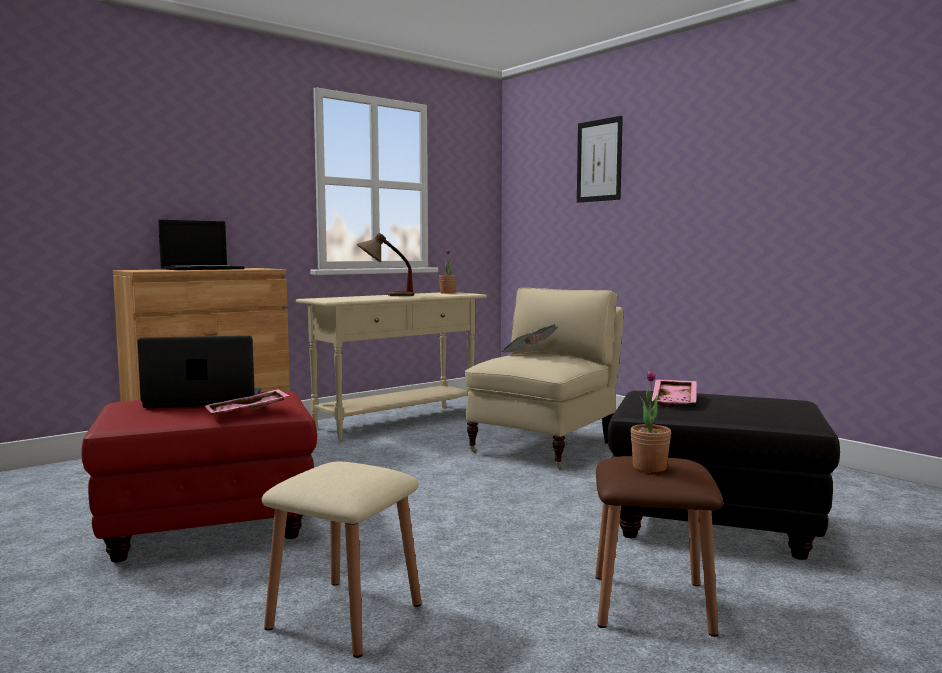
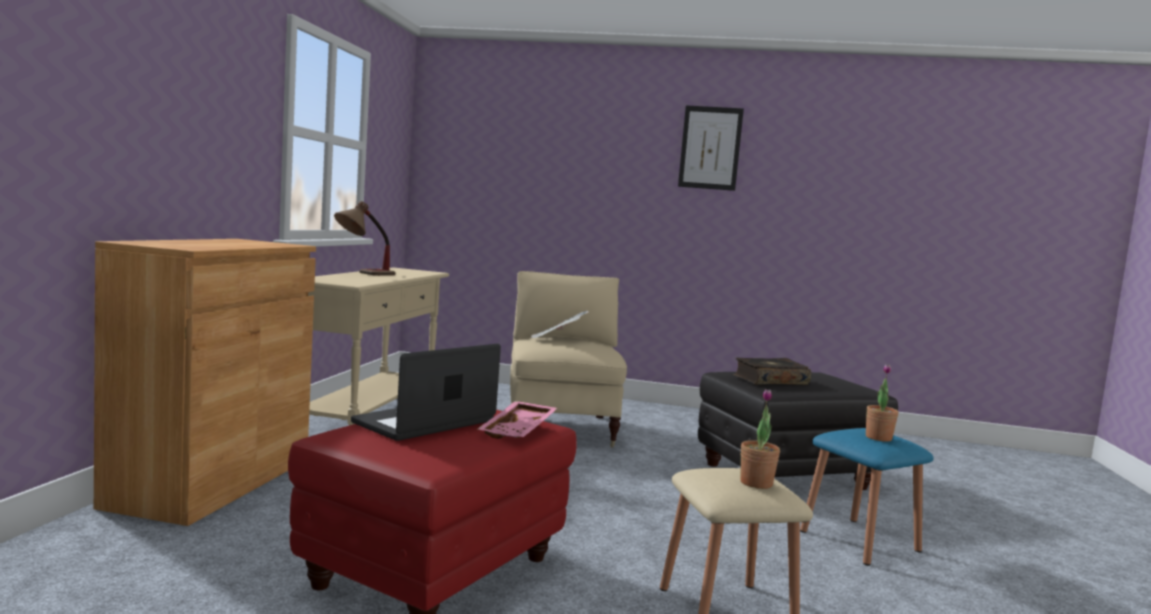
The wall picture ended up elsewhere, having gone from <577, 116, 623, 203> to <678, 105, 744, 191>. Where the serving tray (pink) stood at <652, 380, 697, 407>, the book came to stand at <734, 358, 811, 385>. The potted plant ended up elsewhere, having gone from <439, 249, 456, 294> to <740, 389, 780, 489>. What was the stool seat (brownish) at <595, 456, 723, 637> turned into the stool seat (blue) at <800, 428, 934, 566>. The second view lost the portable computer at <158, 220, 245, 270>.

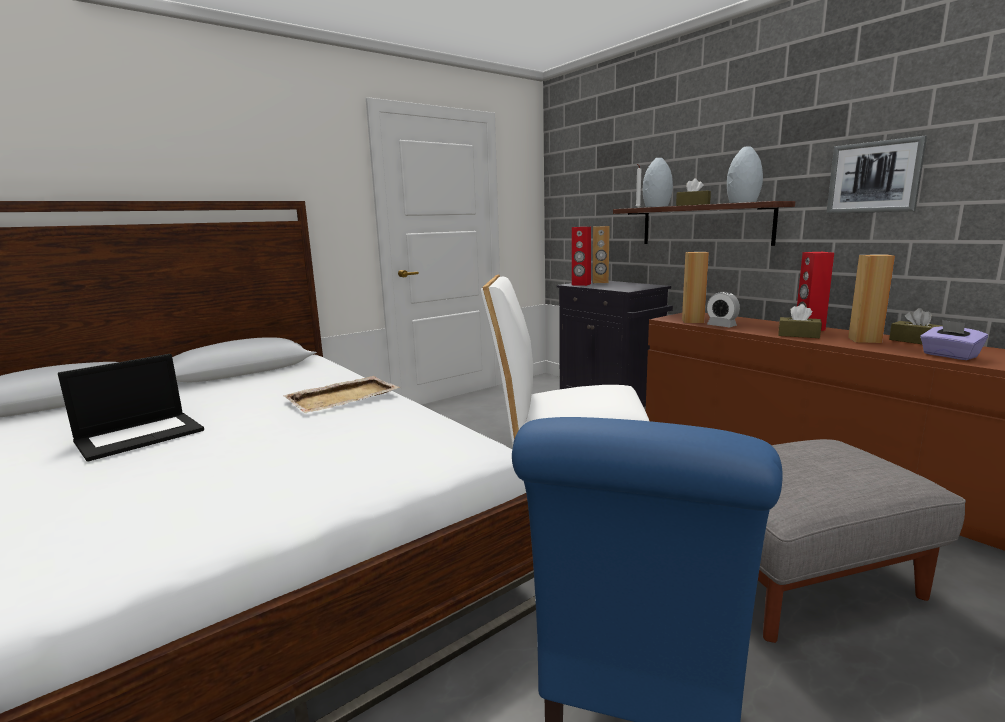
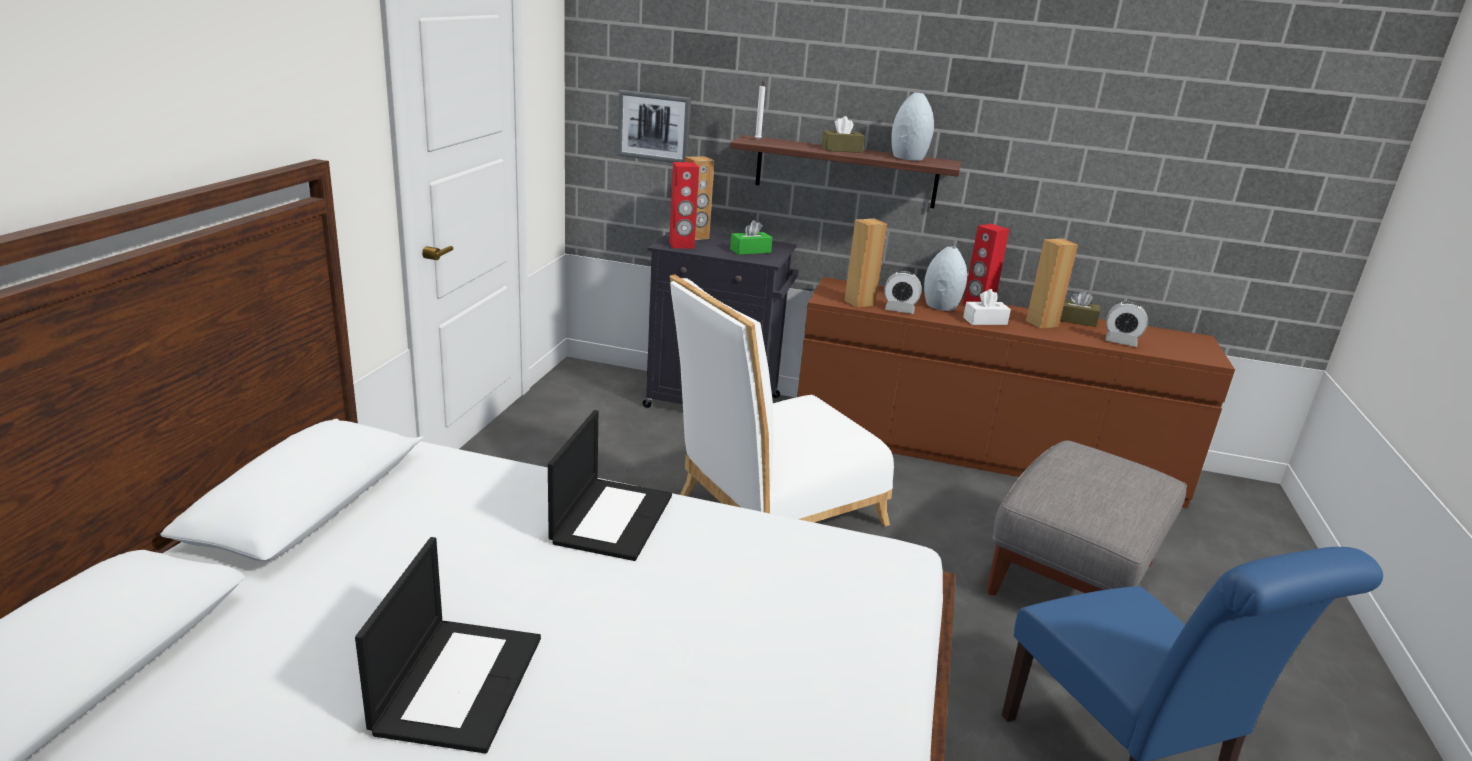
Where the serving tray (sand-coloured) stood at <283, 376, 400, 413>, the portable computer came to stand at <548, 410, 672, 561>. The wall picture ended up elsewhere, having gone from <826, 136, 927, 214> to <617, 90, 691, 163>. The second view gained the tissue box (green-coloured) at <730, 220, 772, 255>. The vase (grey) ended up elsewhere, having gone from <643, 158, 673, 207> to <924, 246, 967, 311>. What was the tissue box (brownish) at <778, 304, 822, 338> turned into the tissue box (whitish) at <963, 289, 1011, 325>. Where the tissue box (purple) stood at <920, 320, 988, 360>, the bedside clock came to stand at <1105, 302, 1148, 347>.

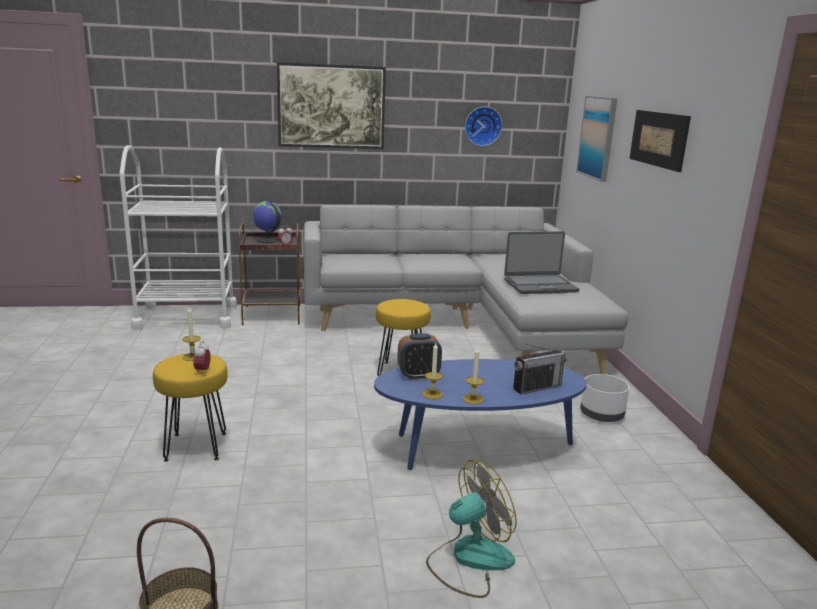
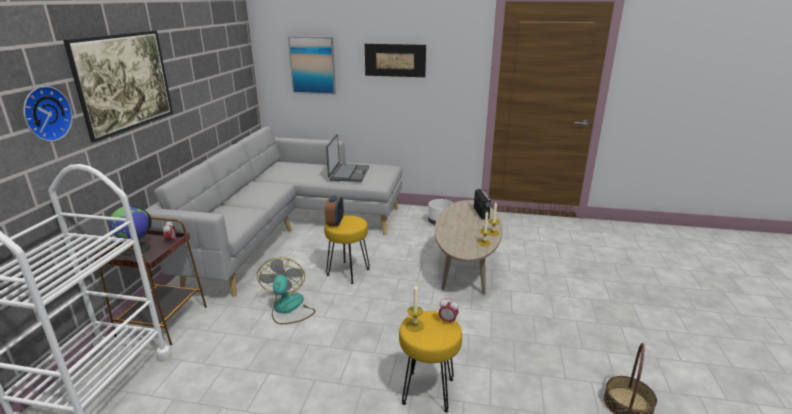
The clock on the wall ended up elsewhere, having gone from <465, 107, 502, 146> to <23, 86, 73, 142>. The fan ended up elsewhere, having gone from <426, 460, 517, 598> to <257, 257, 315, 324>. The bedside clock ended up elsewhere, having gone from <397, 333, 442, 379> to <325, 195, 344, 226>. What was the coffee table (blue) at <374, 359, 587, 470> turned into the coffee table (sand-coloured) at <435, 200, 503, 294>.

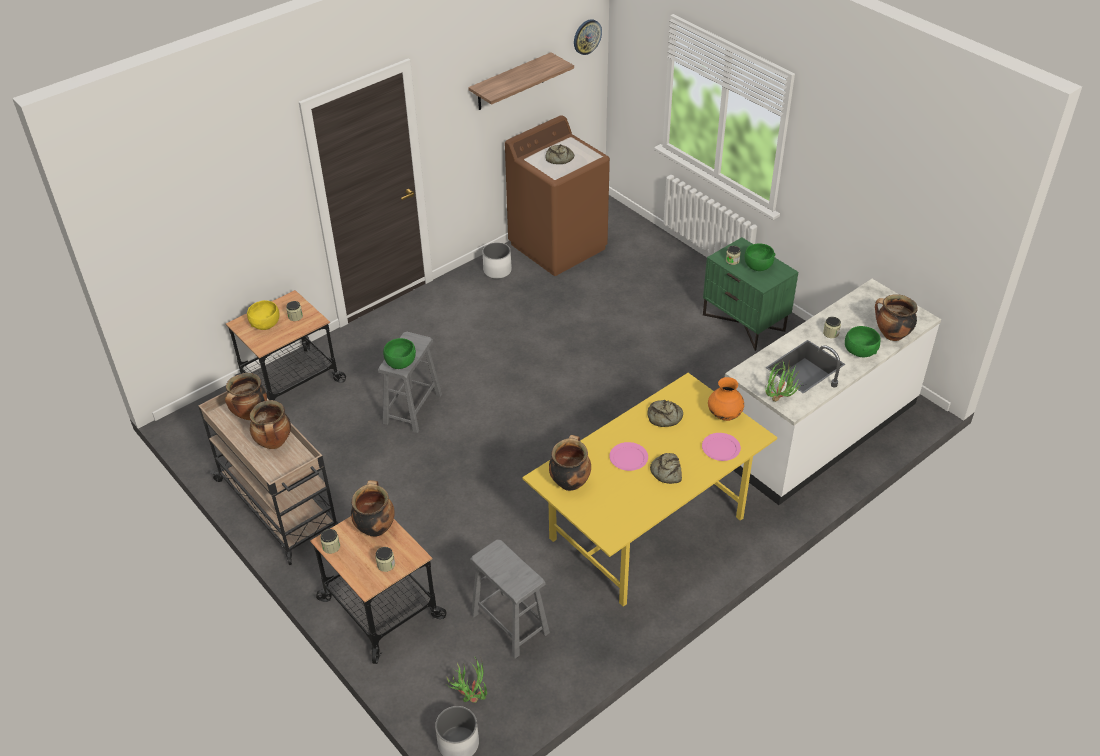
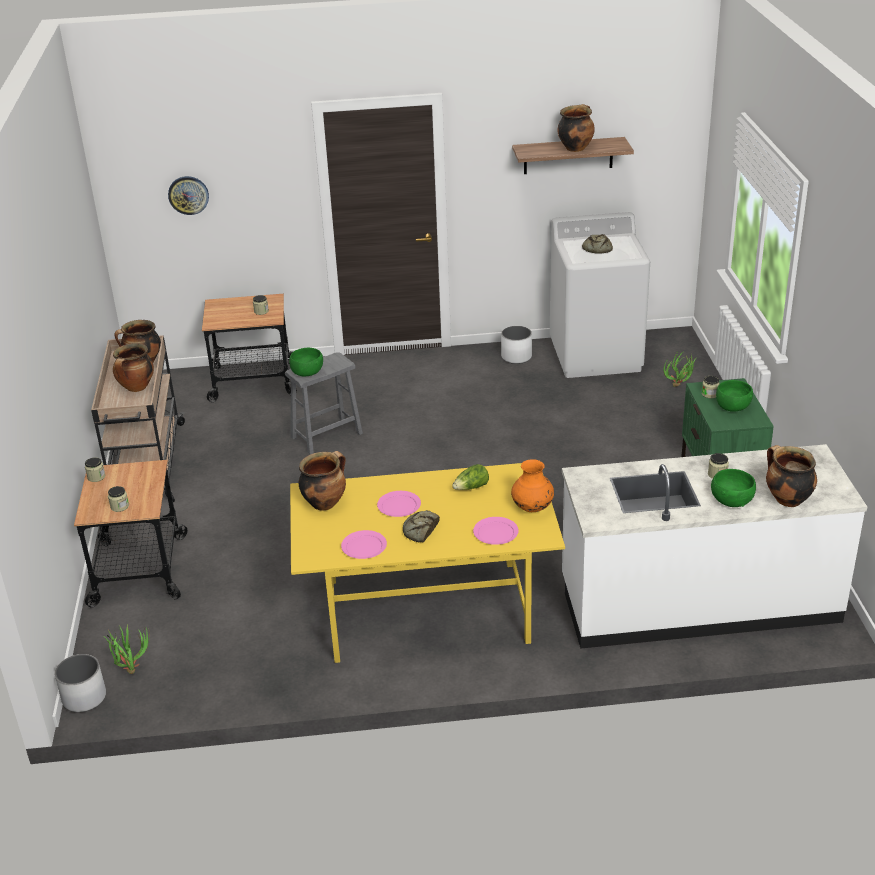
The clock on the wall ended up elsewhere, having gone from <574, 19, 602, 55> to <168, 176, 209, 215>. The second view gained the dinner plate (pink) at <341, 530, 387, 559>. Where the bread stood at <647, 400, 683, 427>, the lettuce came to stand at <452, 464, 489, 490>. What was the laundry appliance (brownish) at <505, 115, 610, 276> turned into the laundry appliance (whitish) at <550, 212, 650, 378>. The saucepot ended up elsewhere, having gone from <351, 480, 395, 537> to <558, 104, 595, 152>. The potted plant ended up elsewhere, having gone from <765, 362, 802, 402> to <664, 352, 698, 387>. The second view lost the deep dish (yellow) at <247, 300, 279, 330>. The second view lost the stool seat (grey) at <470, 540, 550, 659>.

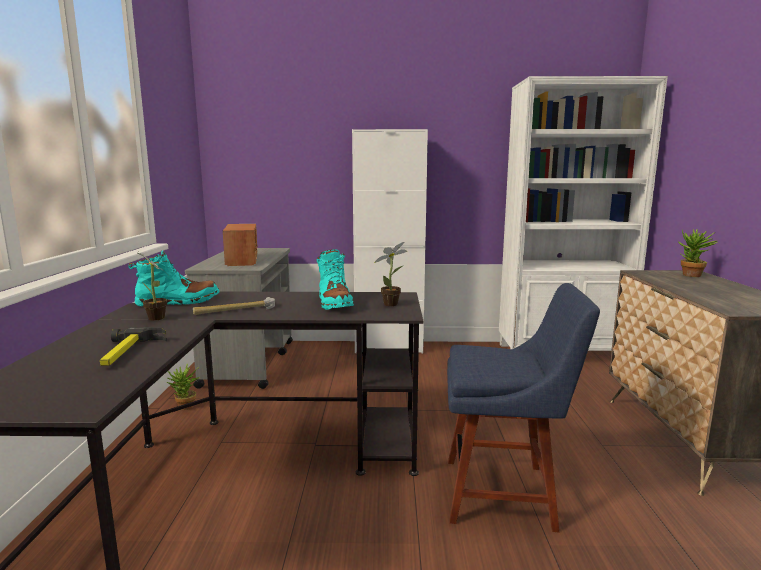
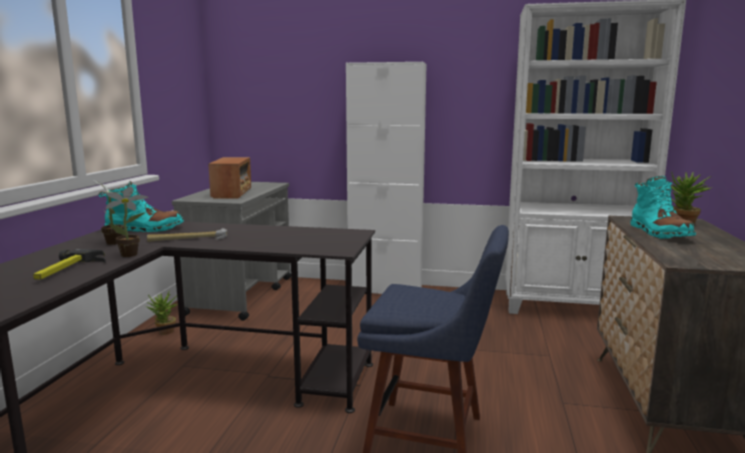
The potted plant ended up elsewhere, having gone from <374, 242, 407, 306> to <105, 187, 148, 257>. The tall boot (turquoise) ended up elsewhere, having gone from <317, 249, 354, 310> to <630, 176, 696, 239>.

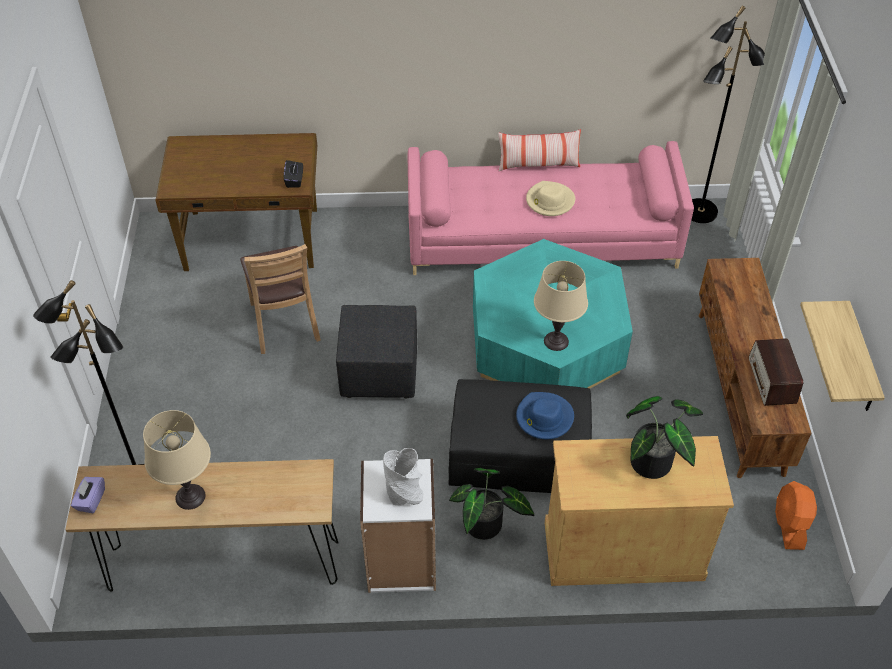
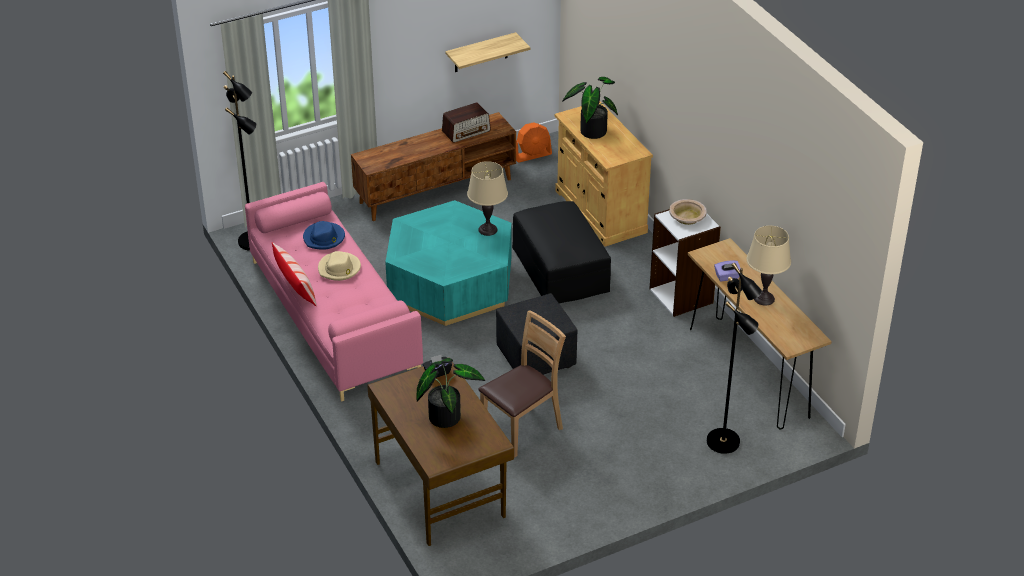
The clothing hat (blue) ended up elsewhere, having gone from <516, 392, 574, 439> to <303, 221, 345, 250>. The potted plant ended up elsewhere, having gone from <449, 468, 534, 540> to <417, 358, 485, 428>. Where the vase (grey) stood at <383, 448, 423, 506>, the deep dish (sand-coloured) came to stand at <669, 199, 707, 225>. The tissue box (purple) ended up elsewhere, having gone from <71, 477, 105, 513> to <714, 260, 740, 281>.

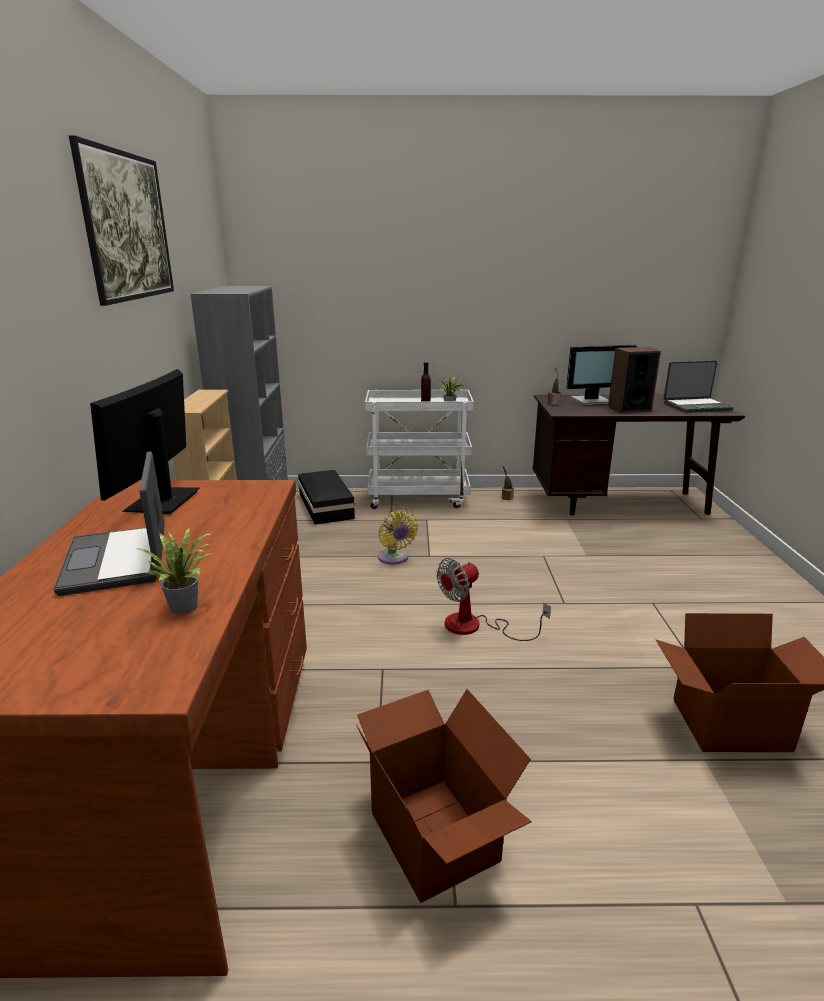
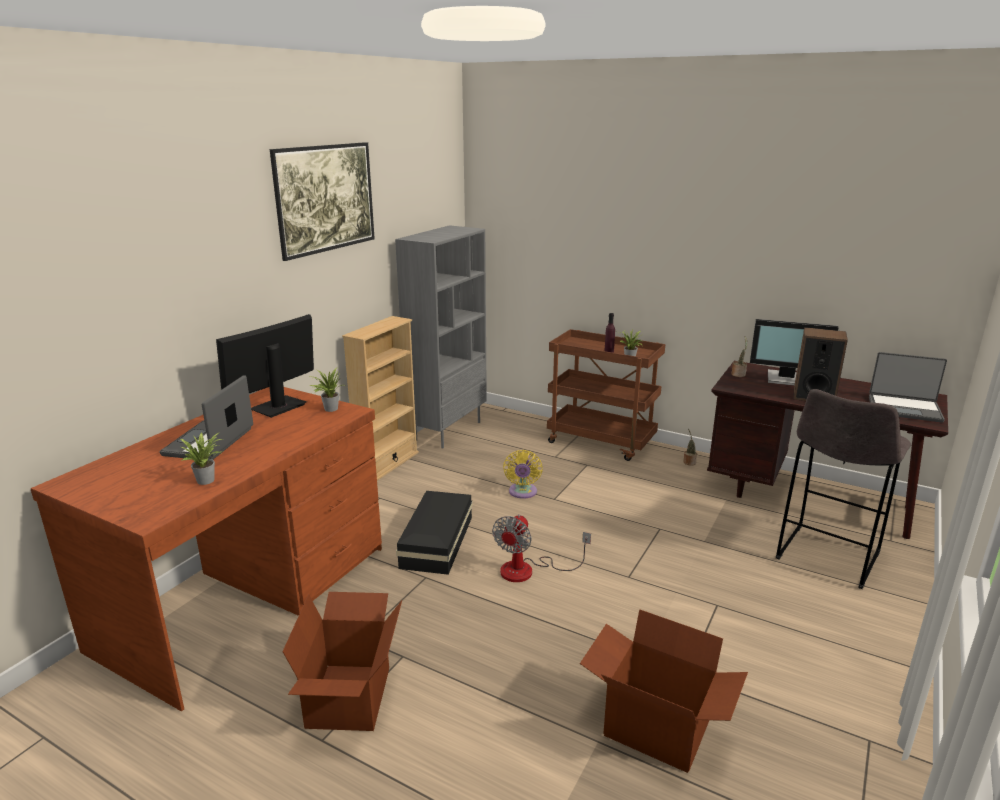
The second view gained the potted plant at <309, 368, 342, 412>. The storage bin (black-coloured) ended up elsewhere, having gone from <298, 470, 355, 524> to <396, 491, 473, 575>. The fan at <436, 558, 551, 641> ended up facing another way, 60 degrees counterclockwise from before. What was the wheeled cart (whitish) at <365, 390, 474, 509> turned into the wheeled cart (brownish) at <547, 329, 665, 461>. The second view gained the stool seat (grey) at <776, 389, 912, 589>.

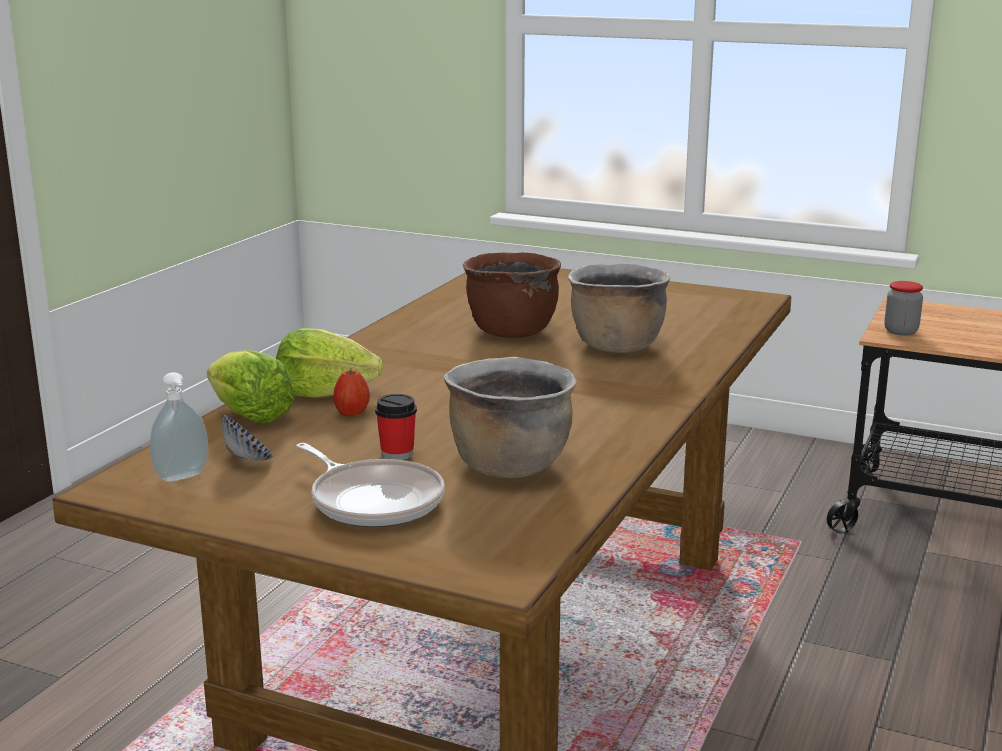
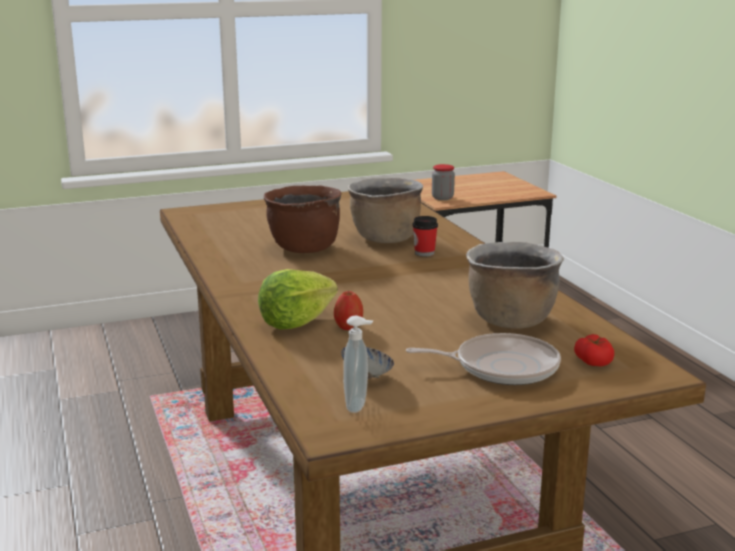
The cup ended up elsewhere, having gone from <375, 394, 417, 460> to <412, 216, 438, 257>. The second view gained the whole tomato at <574, 334, 614, 367>. The second view lost the lettuce at <207, 350, 295, 423>.

